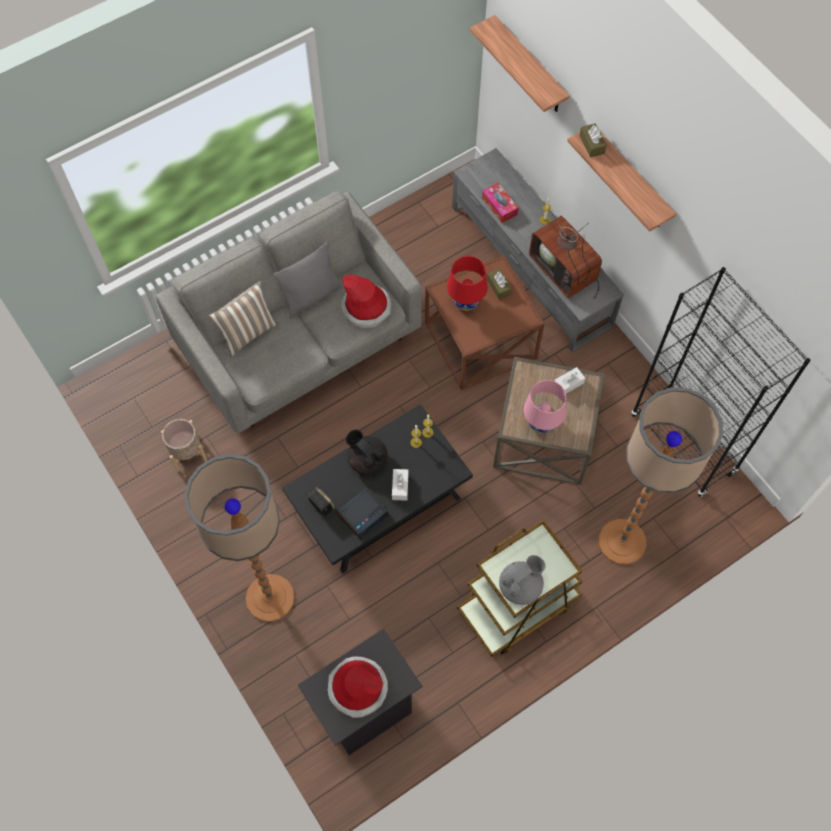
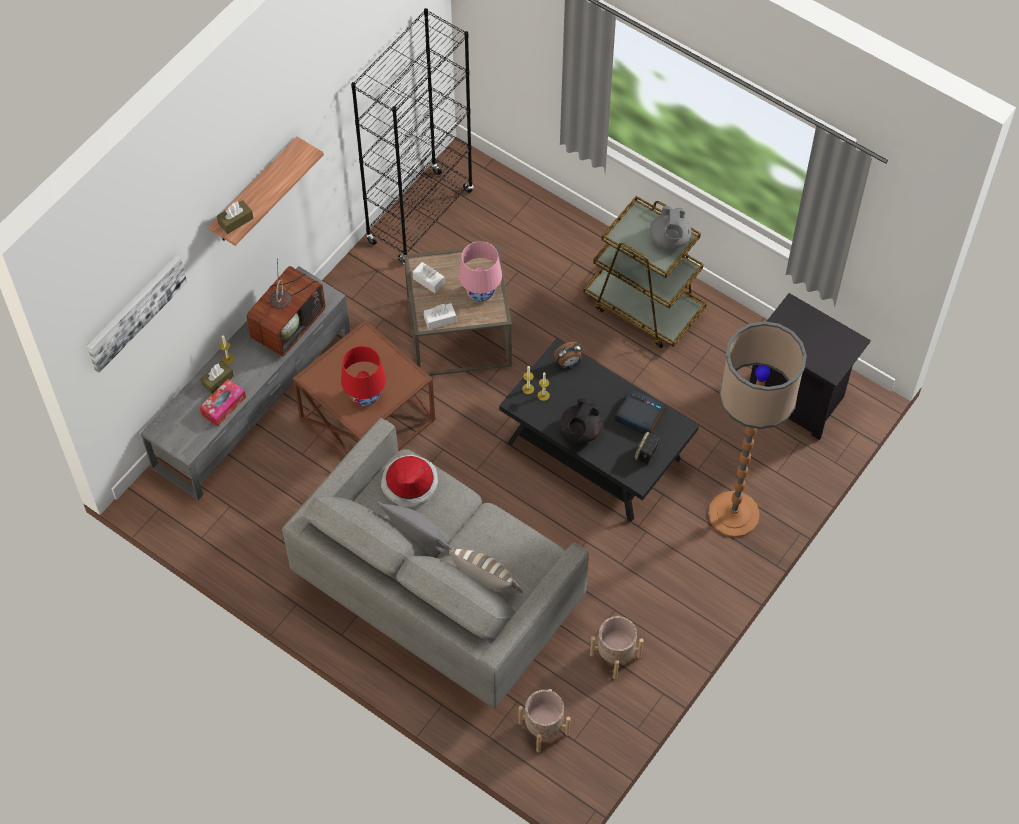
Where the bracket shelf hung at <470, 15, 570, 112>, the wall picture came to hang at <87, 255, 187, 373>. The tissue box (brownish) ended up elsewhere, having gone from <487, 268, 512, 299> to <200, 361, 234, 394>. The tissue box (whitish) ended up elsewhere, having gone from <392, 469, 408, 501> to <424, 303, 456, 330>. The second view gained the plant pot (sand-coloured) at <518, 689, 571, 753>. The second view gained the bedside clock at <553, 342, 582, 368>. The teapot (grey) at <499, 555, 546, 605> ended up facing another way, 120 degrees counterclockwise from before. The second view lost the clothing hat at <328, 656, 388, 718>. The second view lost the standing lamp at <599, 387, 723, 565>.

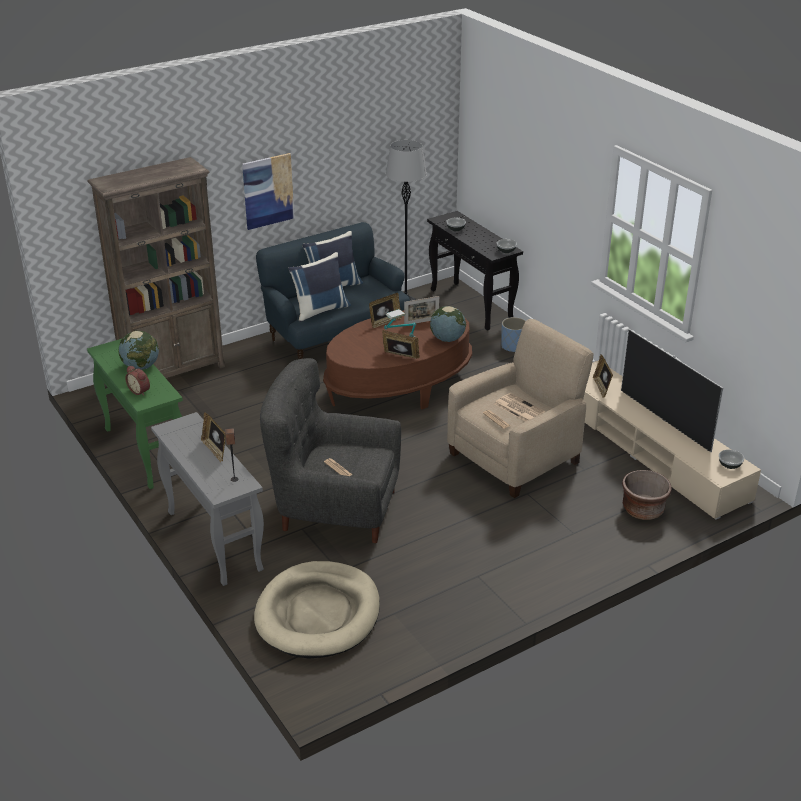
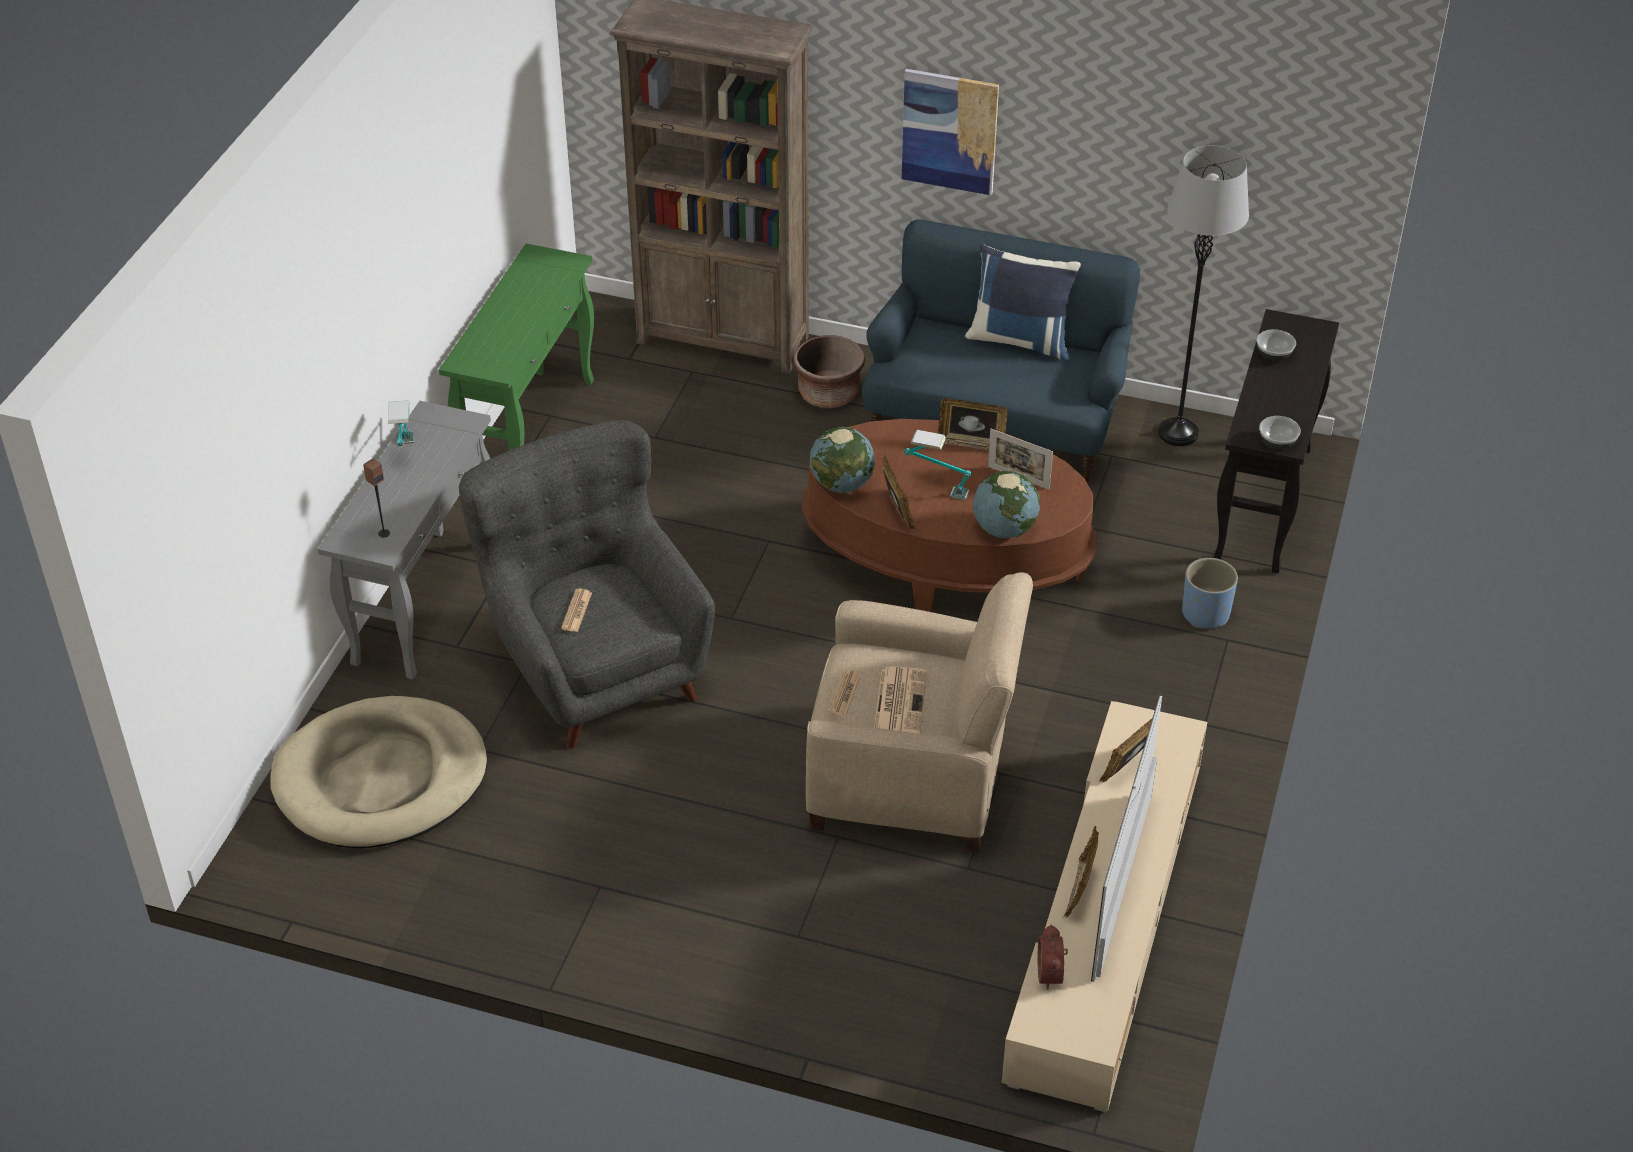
The second view gained the table lamp at <388, 400, 414, 446>. The plant pot (brownish) ended up elsewhere, having gone from <622, 470, 672, 520> to <793, 335, 865, 409>. The desk globe ended up elsewhere, having gone from <118, 331, 159, 370> to <810, 427, 875, 493>. The bedside clock ended up elsewhere, having gone from <125, 365, 150, 395> to <1038, 924, 1068, 990>. The photo frame ended up elsewhere, having gone from <201, 412, 226, 463> to <1062, 826, 1099, 918>. The second view lost the pillow (blue) at <288, 252, 351, 322>. The second view lost the deep dish at <719, 450, 744, 469>.

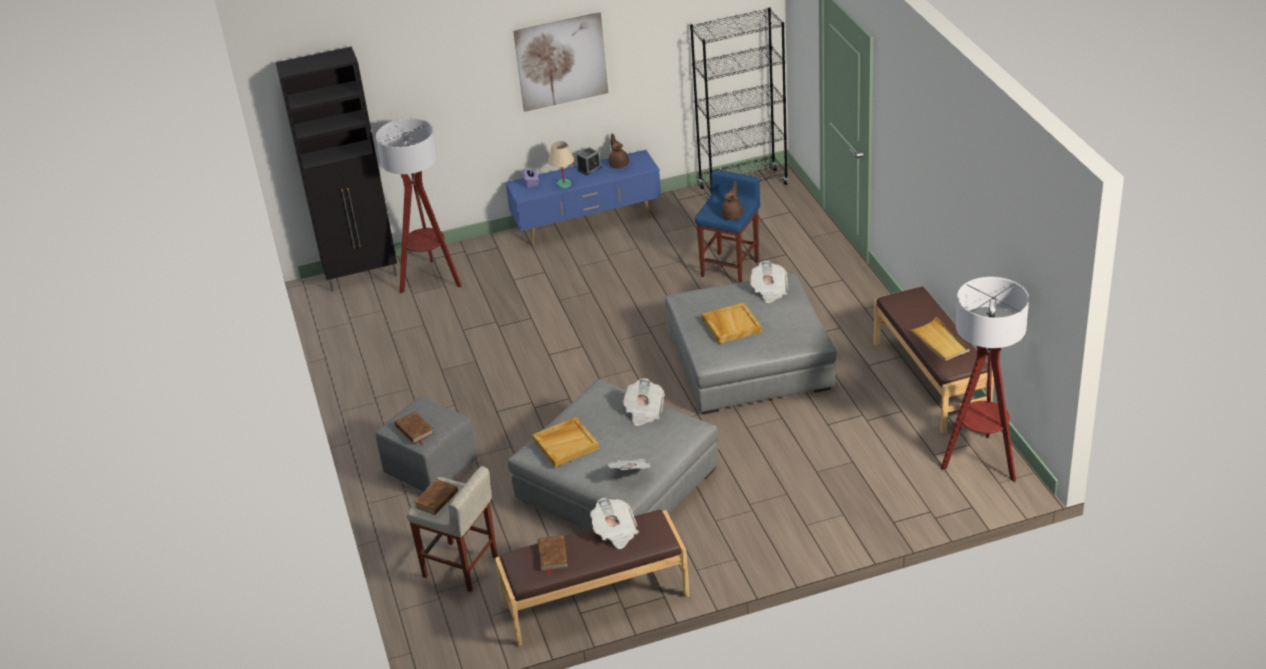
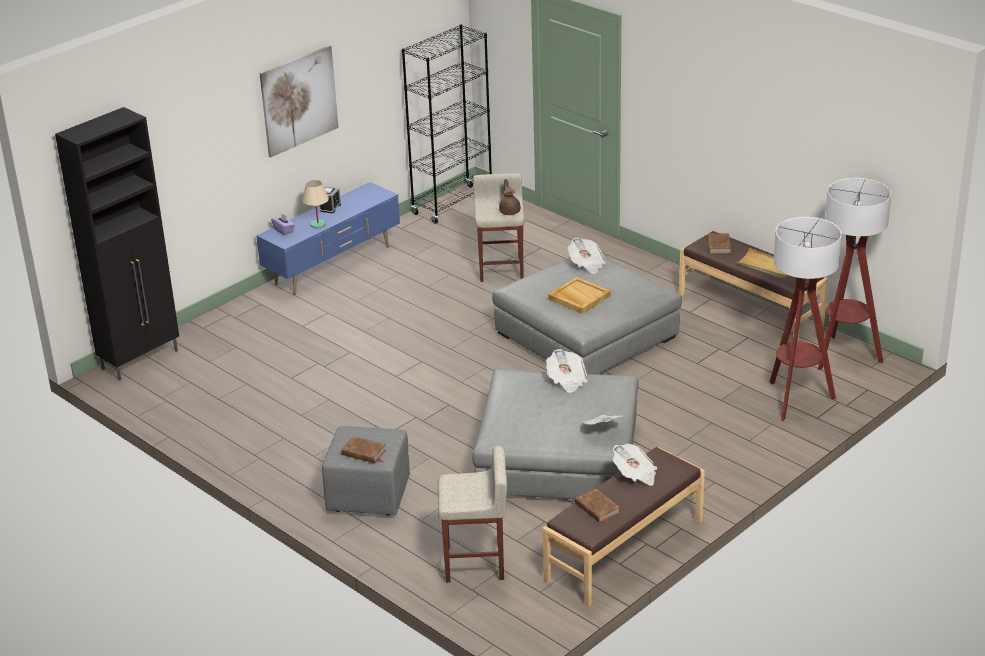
What was the stool seat (blue) at <695, 170, 760, 283> turned into the stool seat (sand-coloured) at <473, 173, 524, 282>. The book (brownish) ended up elsewhere, having gone from <414, 479, 458, 515> to <708, 233, 731, 254>. The standing lamp ended up elsewhere, having gone from <376, 118, 462, 293> to <770, 217, 842, 421>. The second view lost the serving tray (sand-coloured) at <532, 417, 599, 467>. The second view lost the teapot (brownish) at <609, 133, 629, 168>.

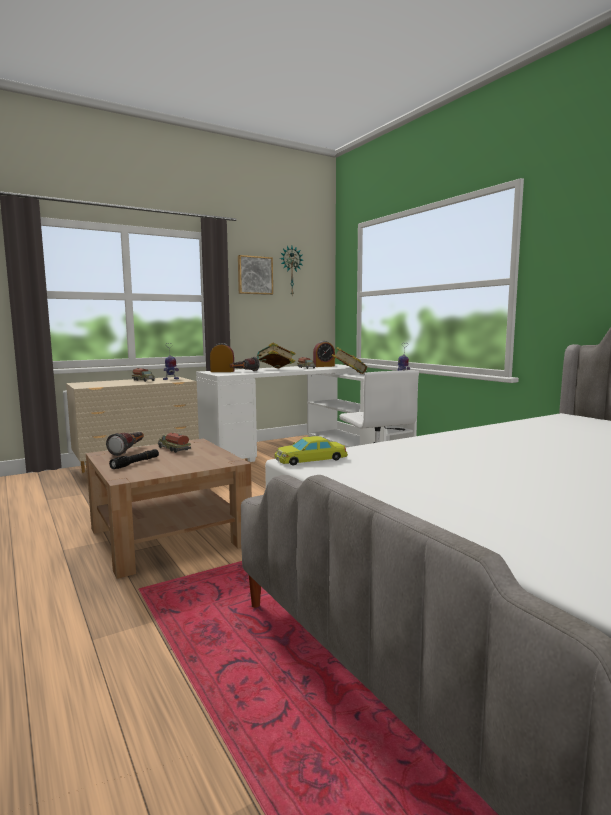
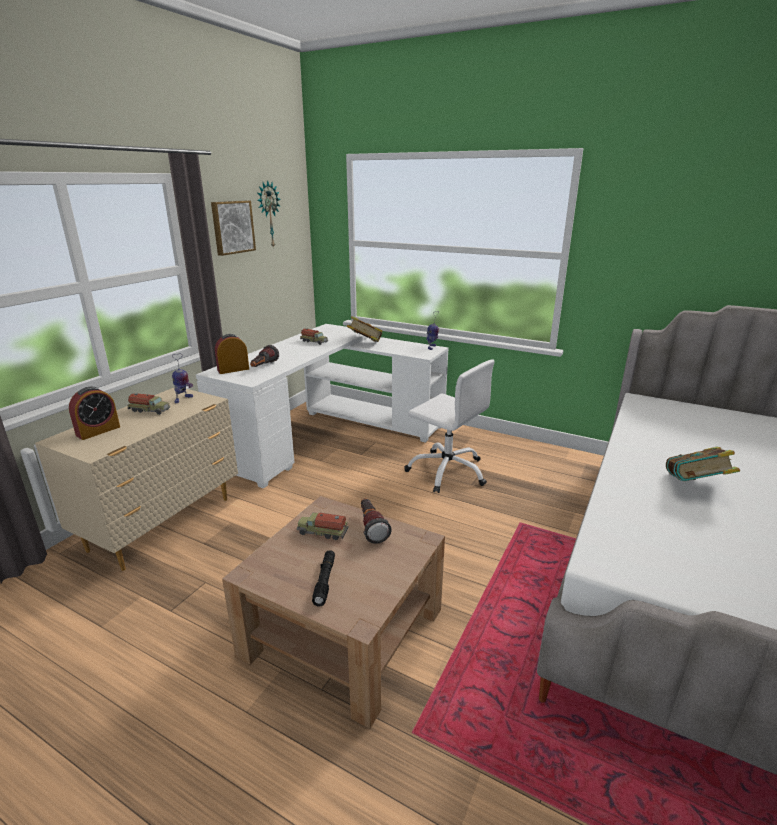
The bedside clock ended up elsewhere, having gone from <313, 341, 335, 367> to <69, 387, 120, 440>. The flashlight ended up elsewhere, having gone from <106, 432, 144, 456> to <361, 498, 392, 544>. The book ended up elsewhere, having gone from <257, 343, 295, 369> to <666, 447, 740, 481>. The second view lost the miniature car (yellow) at <275, 436, 348, 466>.

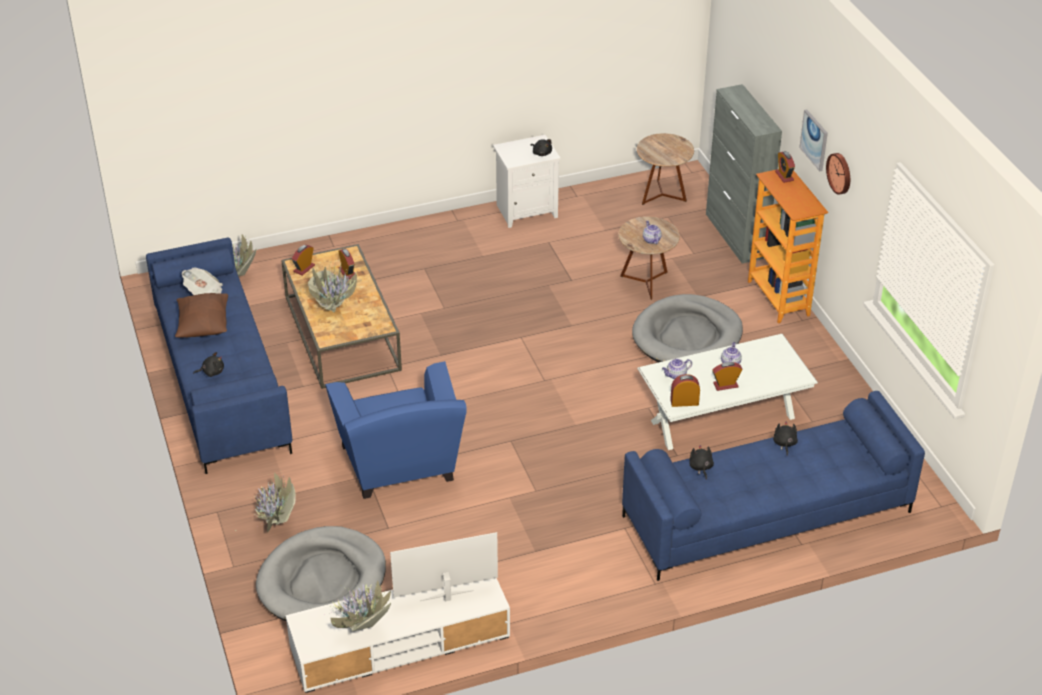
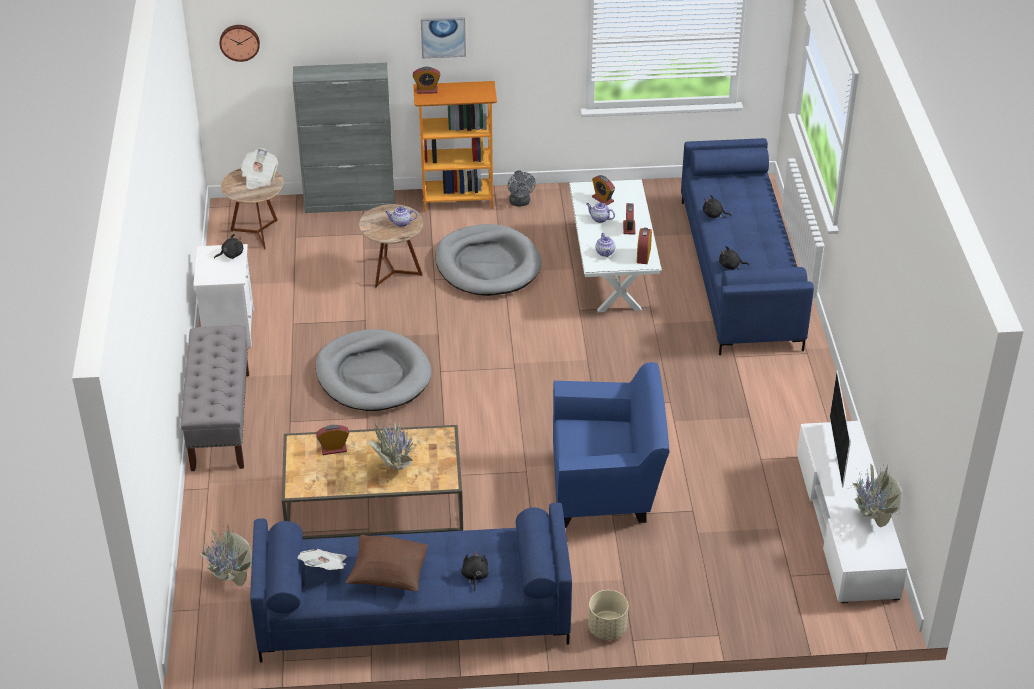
The second view gained the bench (grey) at <181, 326, 249, 471>. The clock on the wall ended up elsewhere, having gone from <826, 153, 850, 195> to <219, 25, 260, 62>. The second view gained the printed paper at <240, 148, 278, 189>. The dog cushion (grey) ended up elsewhere, having gone from <256, 526, 386, 621> to <315, 329, 432, 411>. The second view gained the fan (grey) at <508, 170, 536, 207>. The second view gained the plant pot (sand-coloured) at <588, 590, 628, 640>. The bedside clock ended up elsewhere, having gone from <292, 245, 315, 275> to <592, 175, 615, 205>. The second view lost the potted plant at <235, 473, 296, 532>.

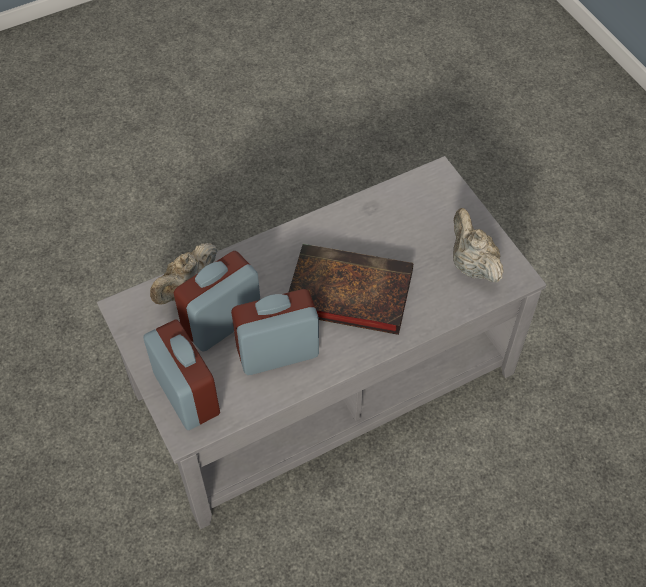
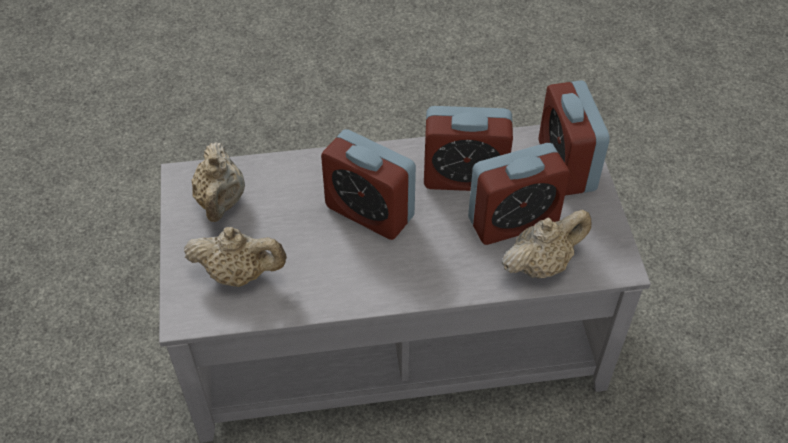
The second view gained the teapot (sand-coloured) at <184, 227, 287, 287>. Where the book stood at <289, 244, 413, 335>, the bedside clock came to stand at <321, 129, 416, 240>.

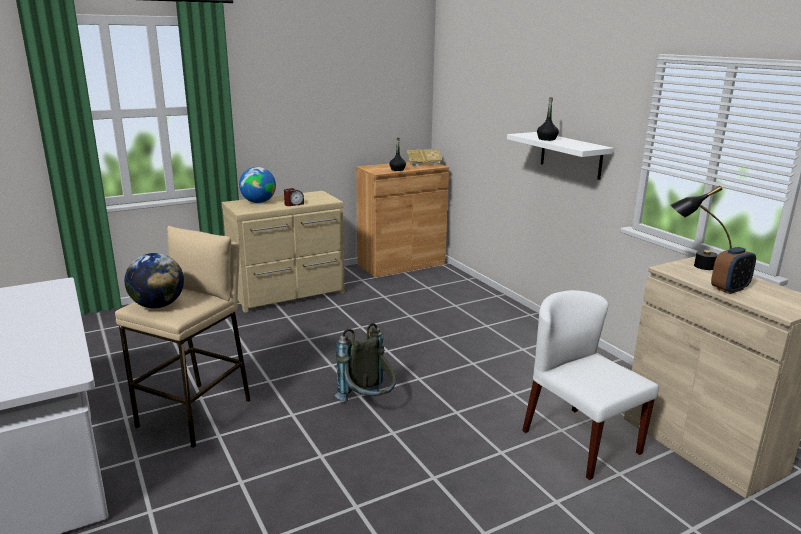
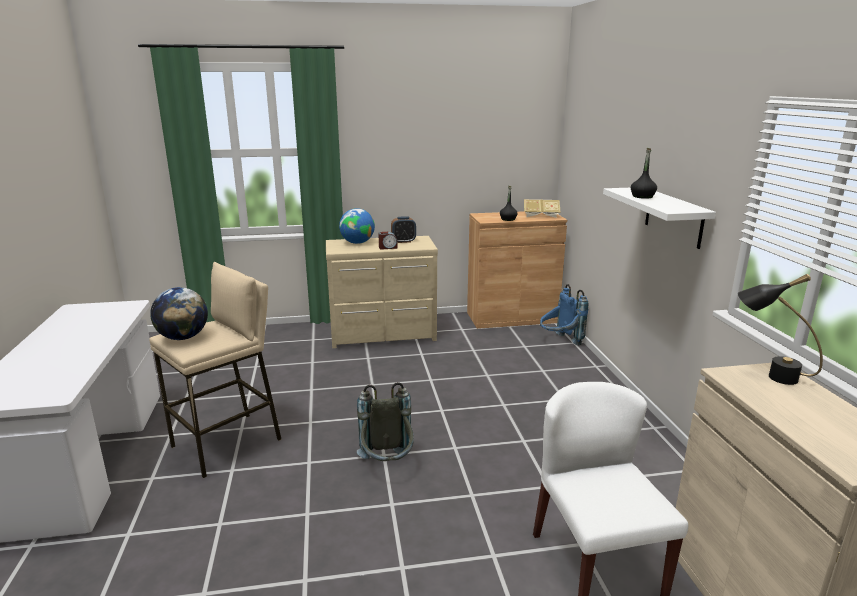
The bedside clock ended up elsewhere, having gone from <711, 247, 756, 294> to <391, 216, 416, 243>. The second view gained the knapsack (blue) at <540, 284, 588, 345>.

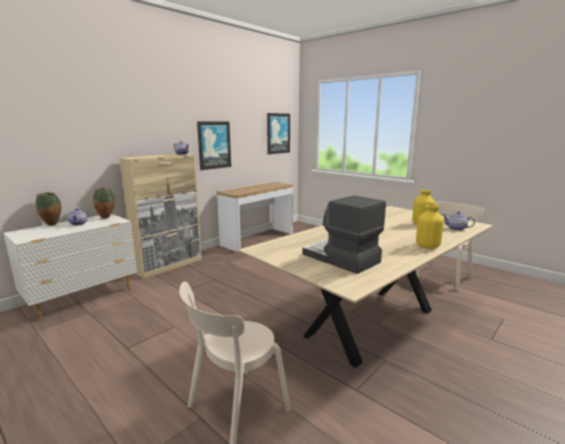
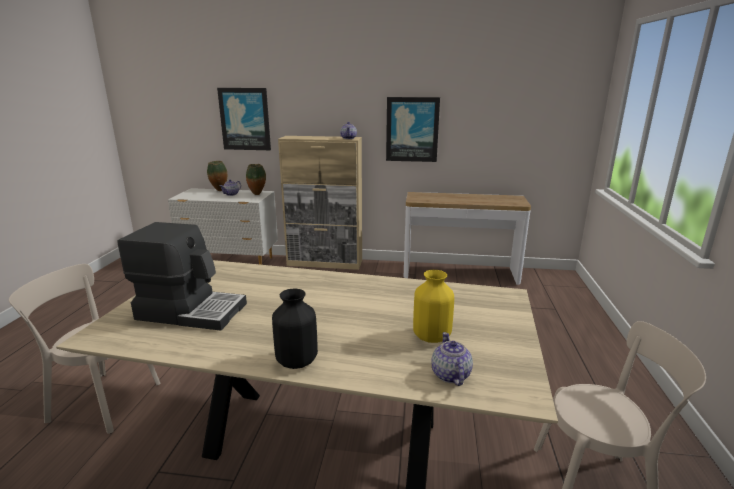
The coffee machine at <302, 195, 386, 274> ended up facing another way, 90 degrees clockwise from before. The wall picture ended up elsewhere, having gone from <267, 113, 290, 154> to <217, 88, 271, 150>. What was the vase (yellow) at <416, 205, 444, 249> turned into the vase (black-coloured) at <272, 288, 318, 369>.

